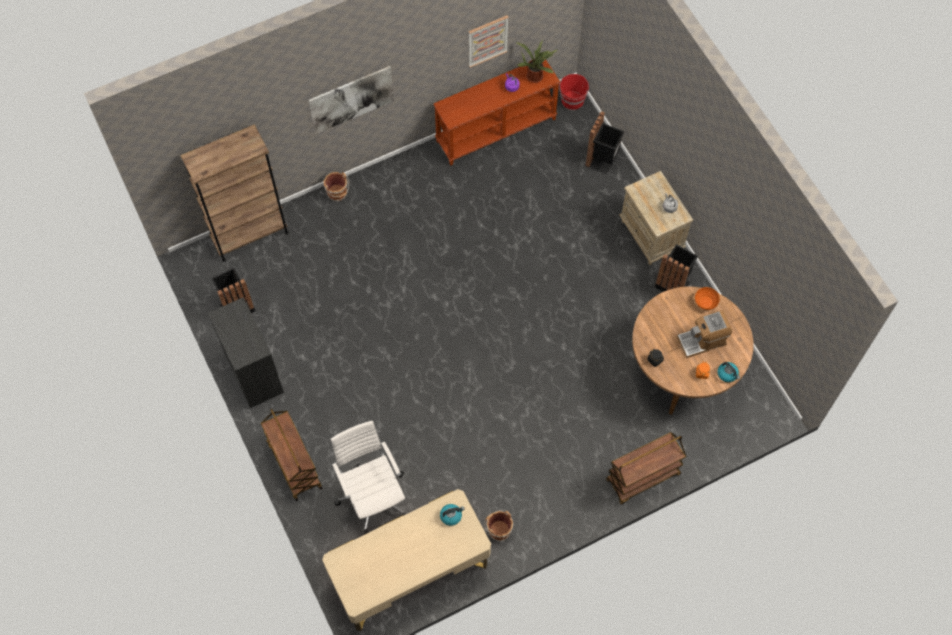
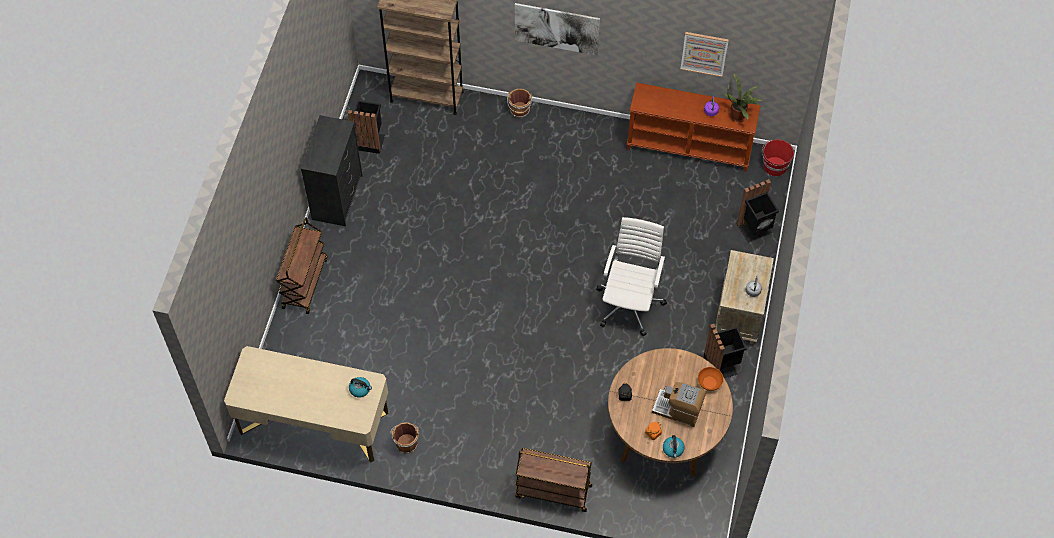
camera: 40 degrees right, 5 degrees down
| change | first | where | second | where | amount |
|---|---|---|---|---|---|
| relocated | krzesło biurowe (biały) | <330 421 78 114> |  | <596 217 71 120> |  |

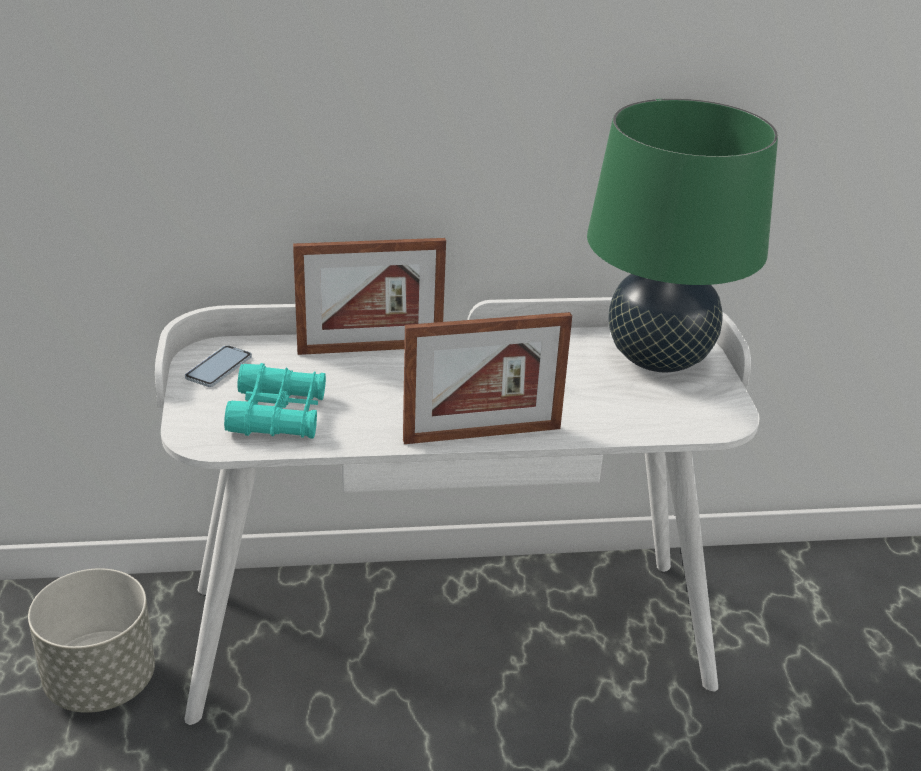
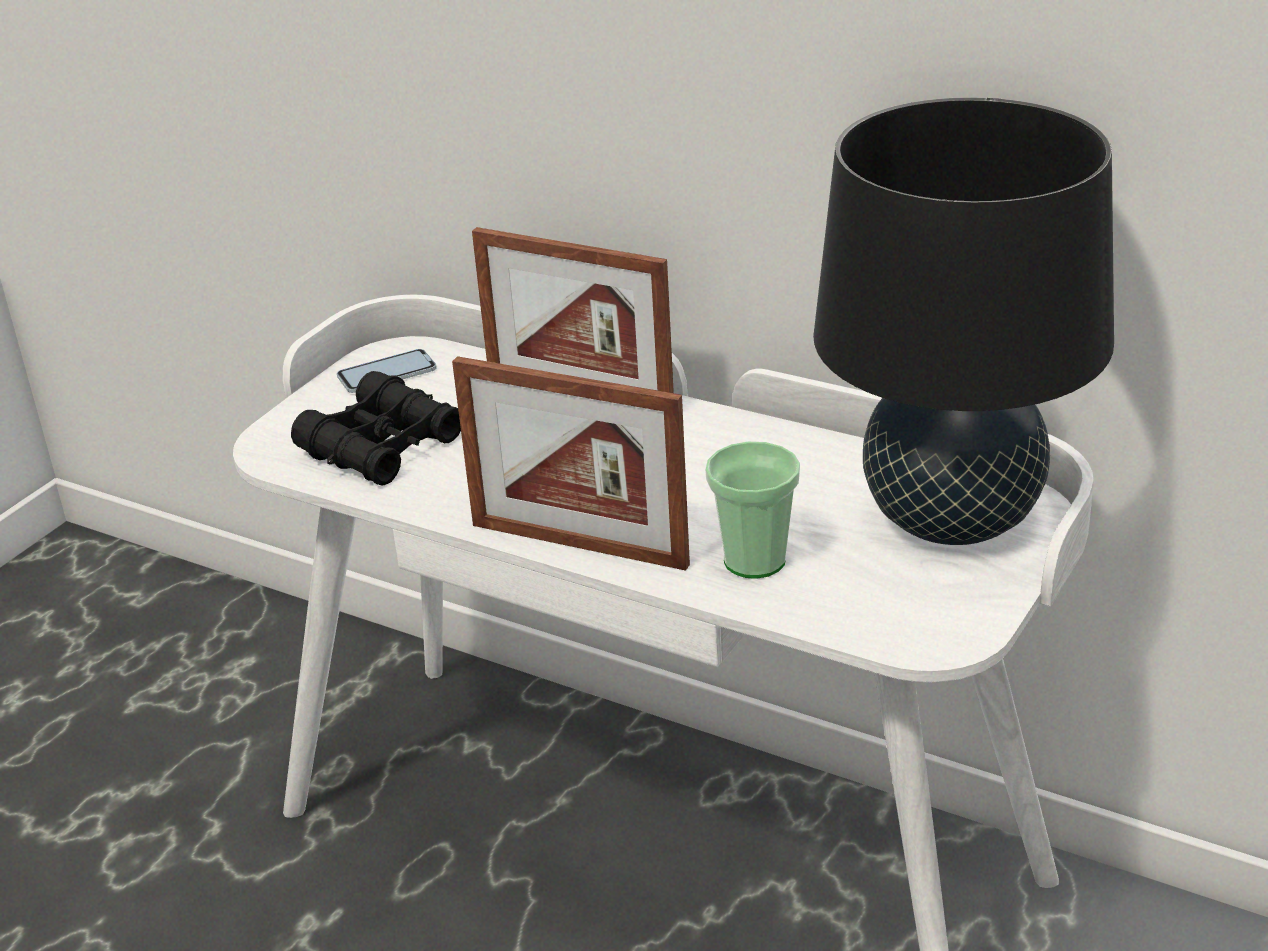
camera: 40 degrees right, 0 degrees up
| change | first | where | second | where | amount |
|---|---|---|---|---|---|
| colour | lornetka (turkusowy) | <224 363 102 76> | lornetka (czarny) | <291 371 170 115> |  |
| appeared |  |  | filiżanka | <705 441 95 137> |  |
| colour | lampa stołowa (zielony) | <587 98 191 274> | lampa stołowa (czarny) | <813 97 301 448> |  |
| missing | donica (szary) | <28 568 127 145> |  |  |  |

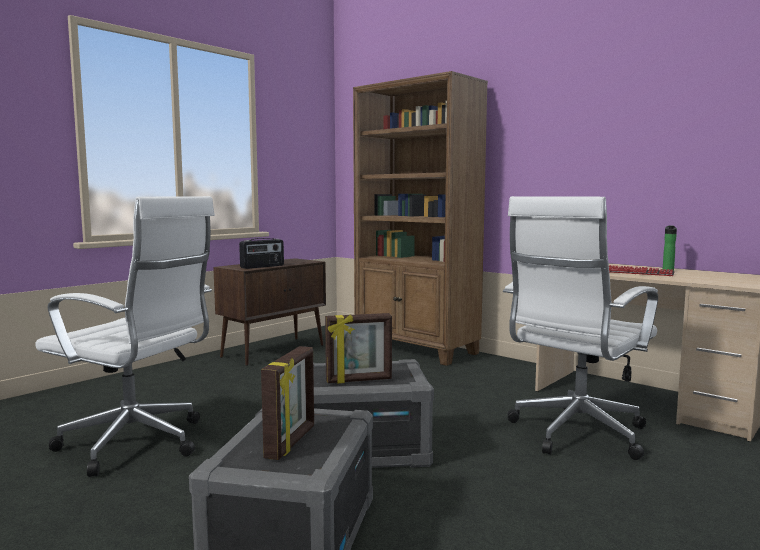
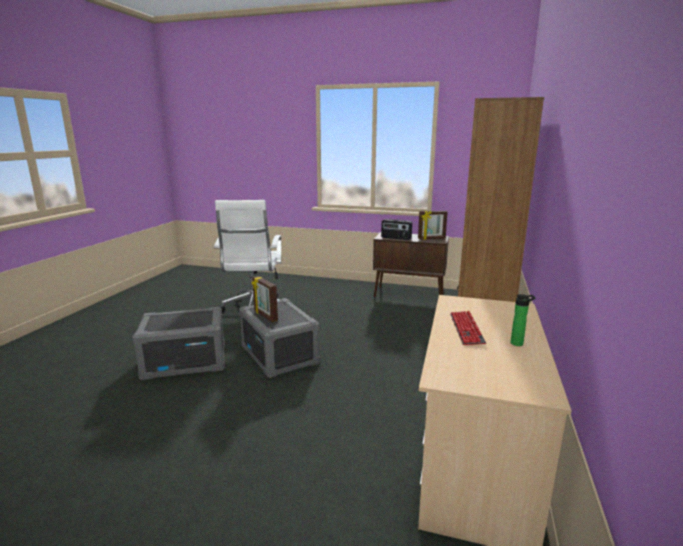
camera: 65 degrees right, 10 degrees up
| change | first | where | second | where | amount |
|---|---|---|---|---|---|
| relocated | ramka na zdjęcie | <261 346 53 114> |  | <418 211 30 29> |  |
| missing | krzesło biurowe (biały) | <503 196 155 264> |  |  |  |

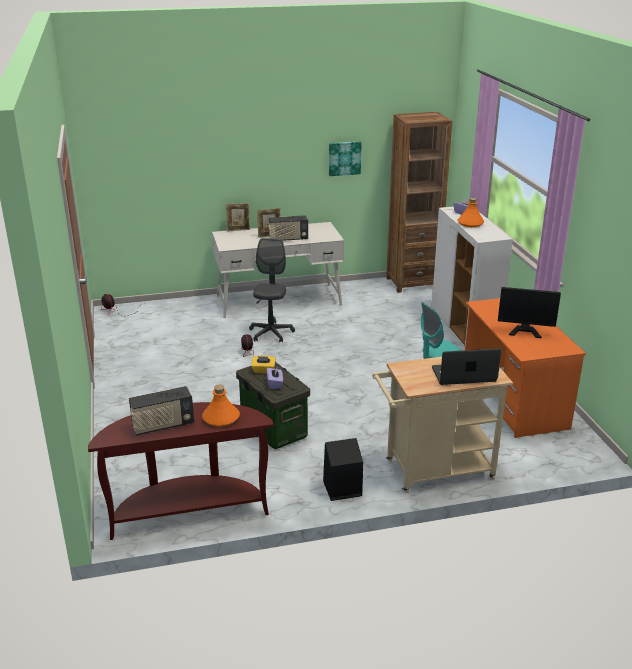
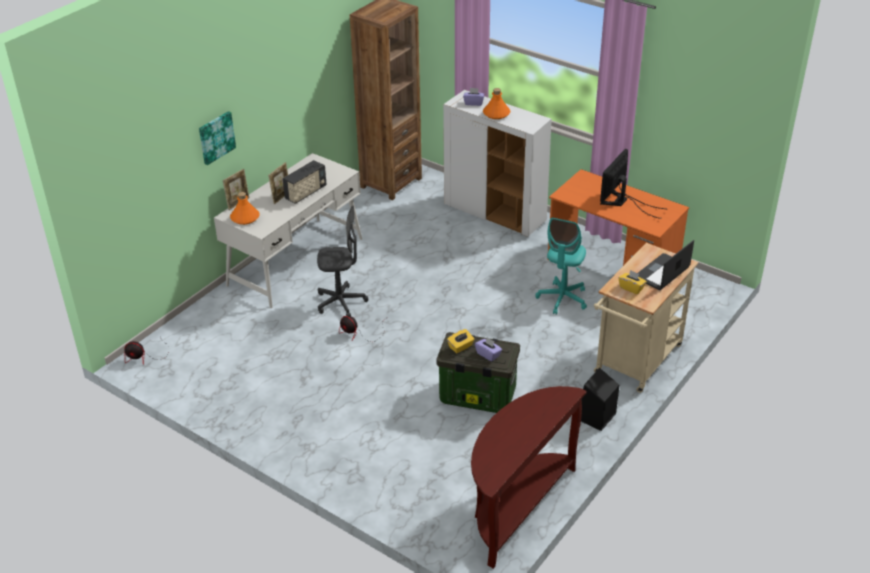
camera: 40 degrees left, 10 degrees up
| change | first | where | second | where | amount |
|---|---|---|---|---|---|
| relocated | obraz | <329 141 33 35> |  | <199 111 37 54> |  |
| relocated | butelka (pomarańczowy) | <202 385 38 42> |  | <230 192 30 33> |  |
| spun | krzesło biurowe (szary) | <249 238 46 105> |  | <317 206 51 110> | 120 degrees clockwise |
| spun | monitor | <498 287 63 51> |  | <600 149 66 70> | 150 degrees clockwise |
| appeared |  |  | pudełko chusteczek (żółty) | <619 270 28 24> |  |
| missing | radio | <129 386 65 49> |  |  |  |

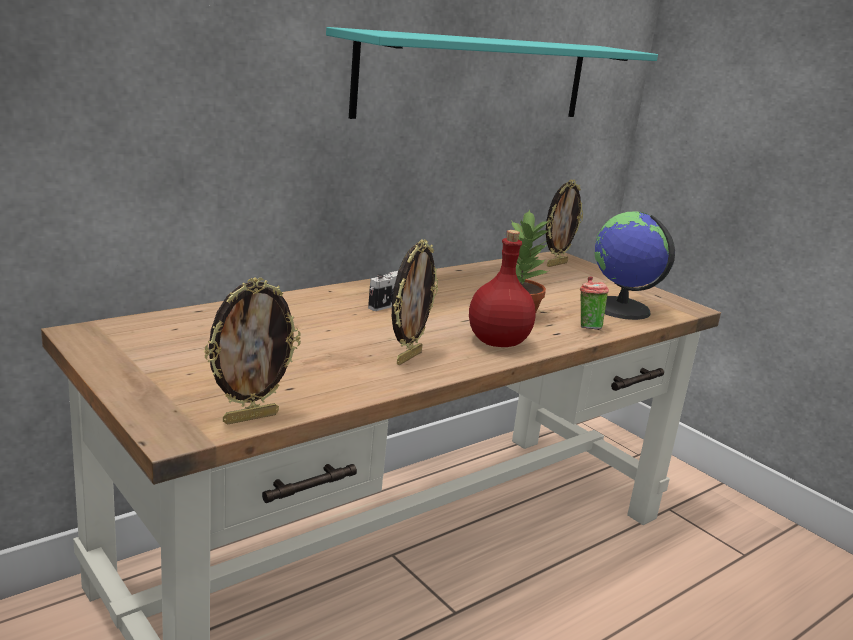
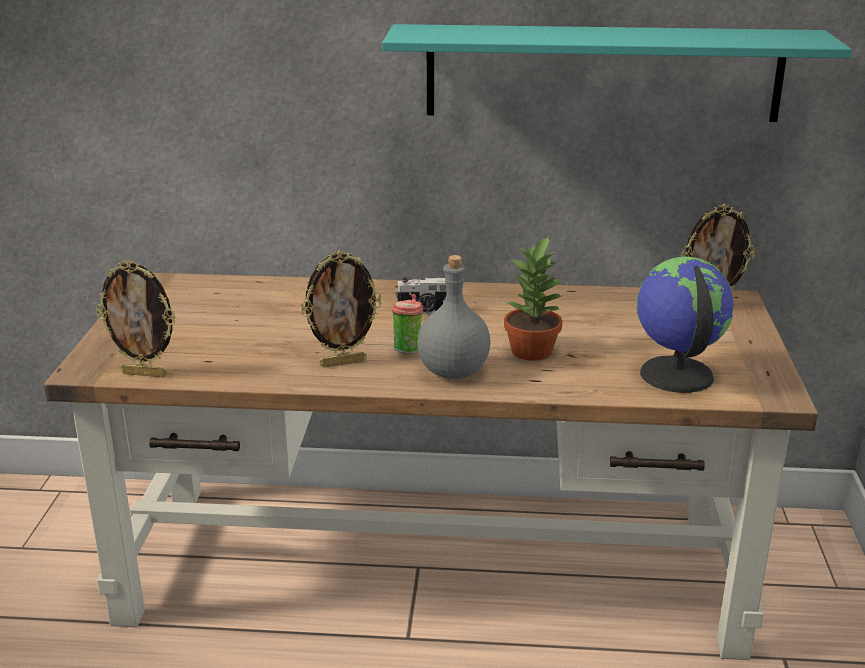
camera: 45 degrees right, 5 degrees up
| change | first | where | second | where | amount |
|---|---|---|---|---|---|
| relocated | filiżanka | <580 276 29 54> |  | <392 294 31 60> |  |
| colour | butelka (czerwony) | <469 230 67 117> | butelka (szary) | <417 255 74 124> |  |

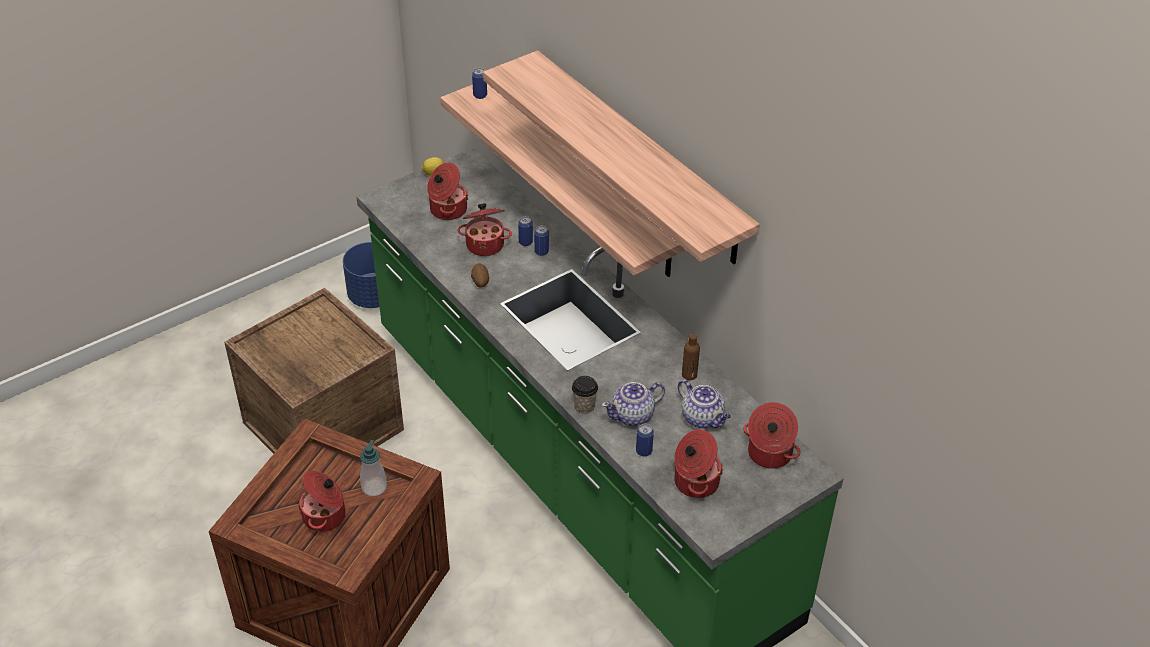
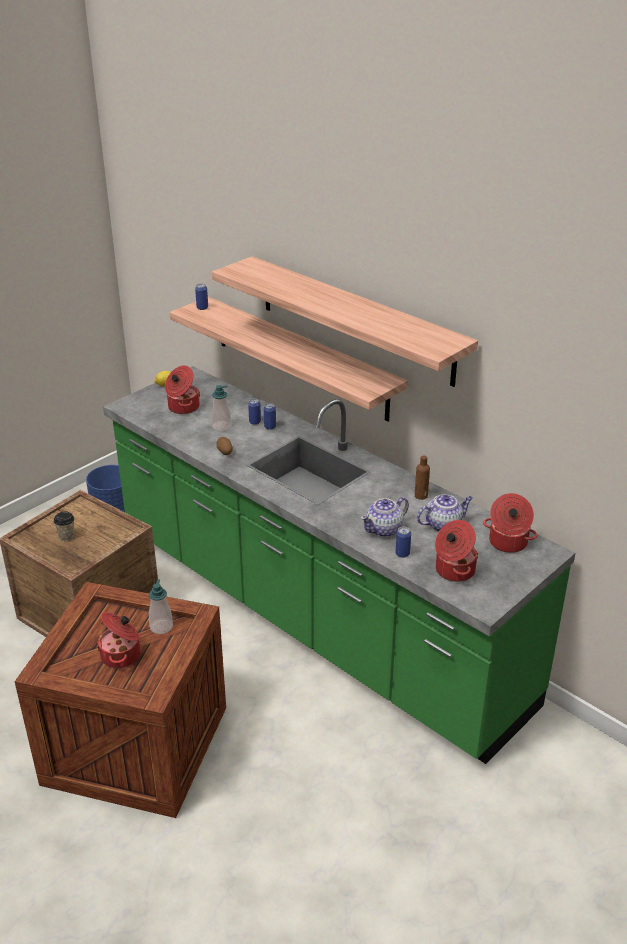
camera: 10 degrees left, 10 degrees down
| change | first | where | second | where | amount |
|---|---|---|---|---|---|
| relocated | filiżanka | <572 376 26 38> |  | <54 511 21 30> |  |
| exchanged | garnek | <457 203 55 53> | dozownik mydła | <211 385 20 46> |  |
| spun | imbryk | <678 379 53 50> |  | <417 494 56 38> | 60 degrees counterclockwise |

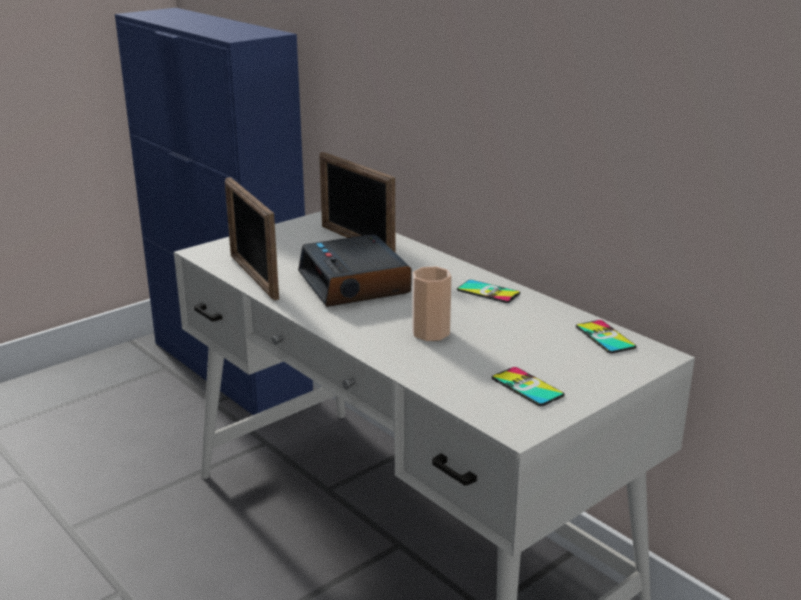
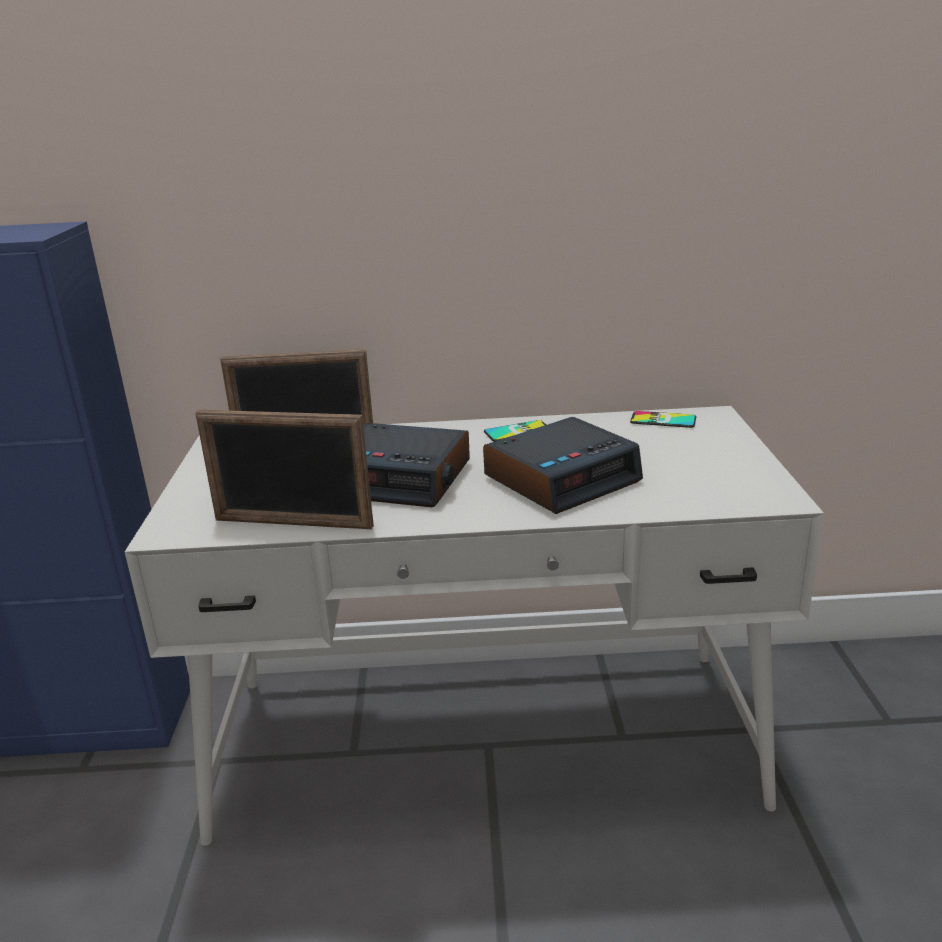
camera: 50 degrees left, 0 degrees up
| change | first | where | second | where | amount |
|---|---|---|---|---|---|
| exchanged | filiżanka | <412 266 40 75> | budzik | <483 417 160 97> |  |
| missing | telefon | <492 367 73 39> |  |  |  |

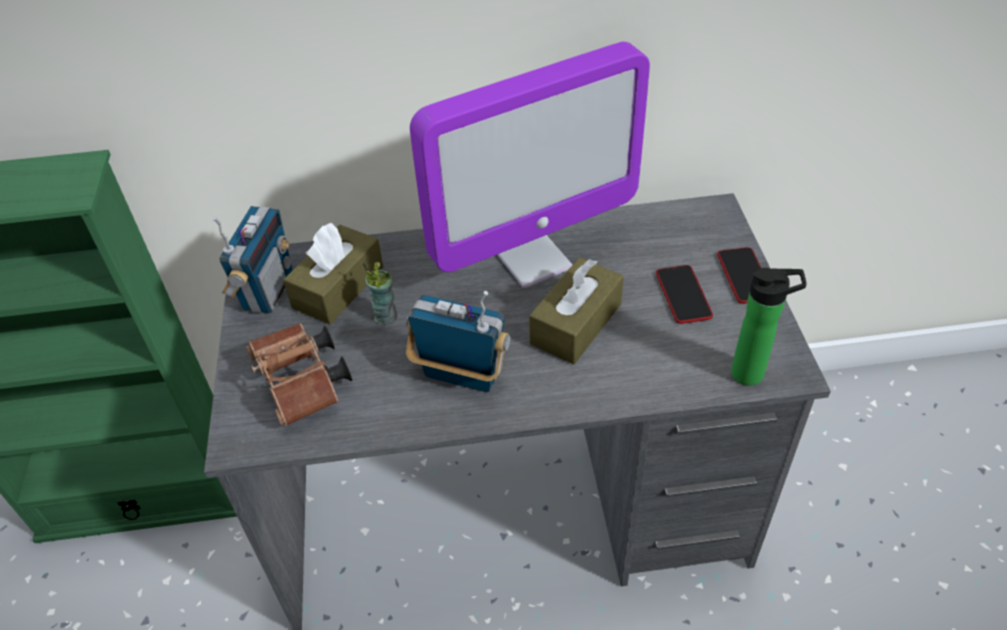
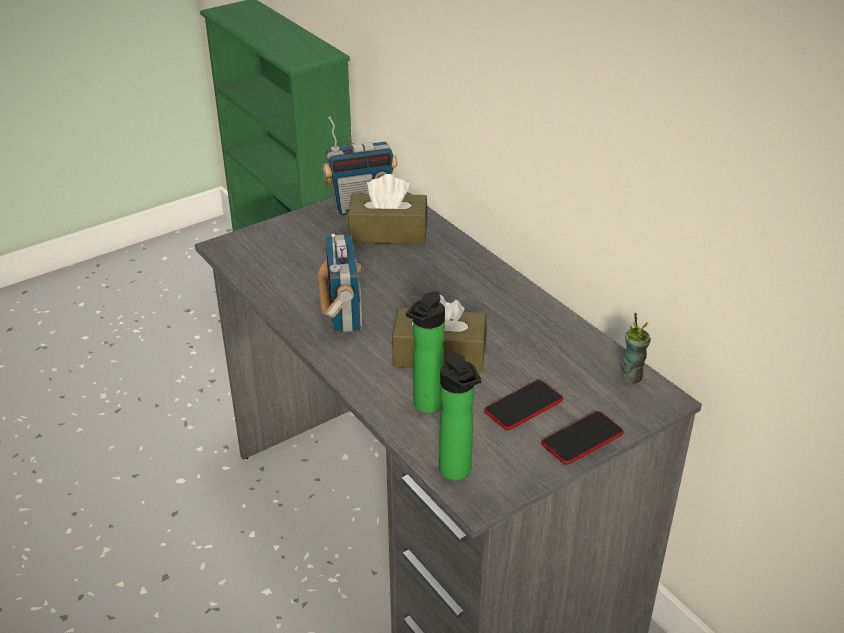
camera: 60 degrees right, 10 degrees down
| change | first | where | second | where | amount |
|---|---|---|---|---|---|
| appeared |  |  | butelka | <406 291 39 123> |  |
| relocated | filiżanka | <362 261 35 64> |  | <619 313 32 71> |  |
| missing | lornetka (brązowy) | <246 323 106 103> |  |  |  |
| missing | monitor | <410 42 240 246> |  |  |  |

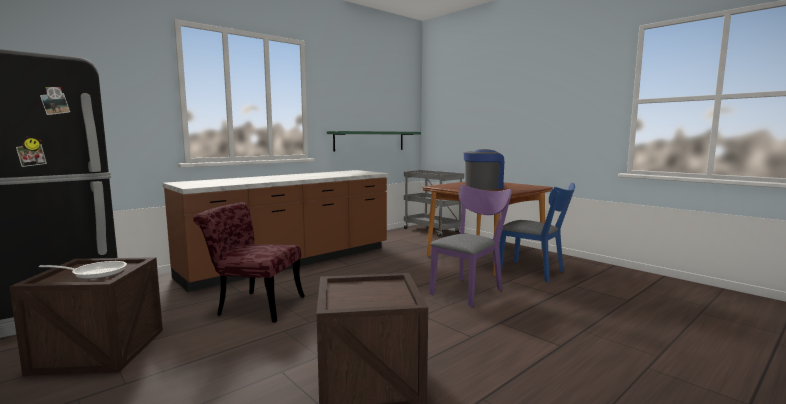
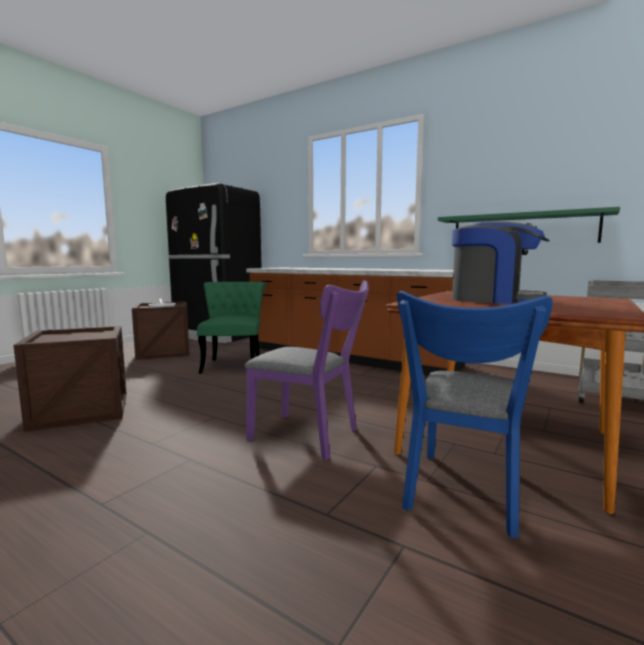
camera: 75 degrees right, 0 degrees up
| change | first | where | second | where | amount |
|---|---|---|---|---|---|
| colour | krzesło (czerwony) | <193 202 112 121> | krzesło (zielony) | <197 282 69 92> |  |

